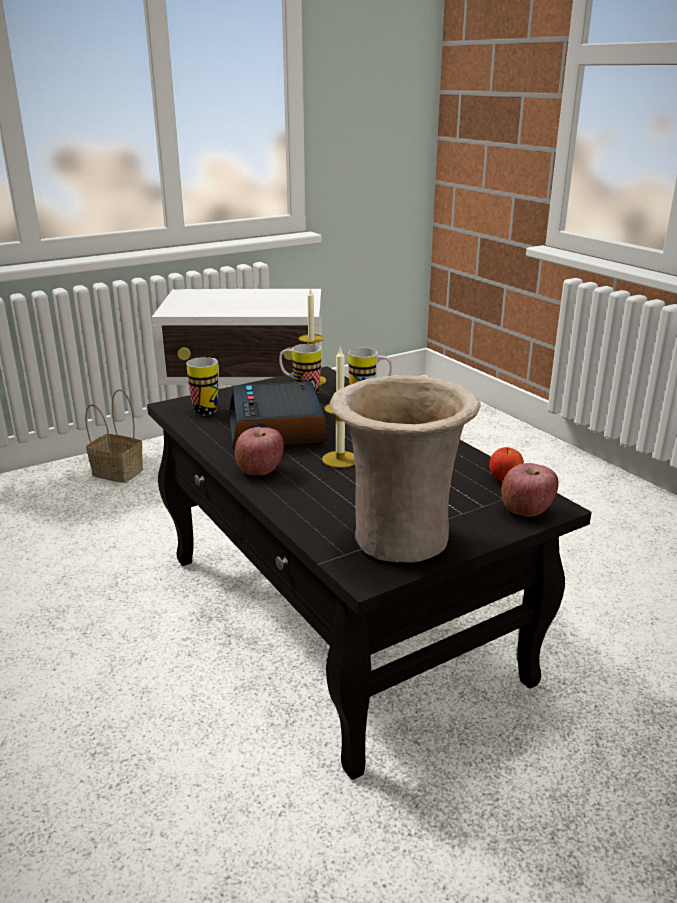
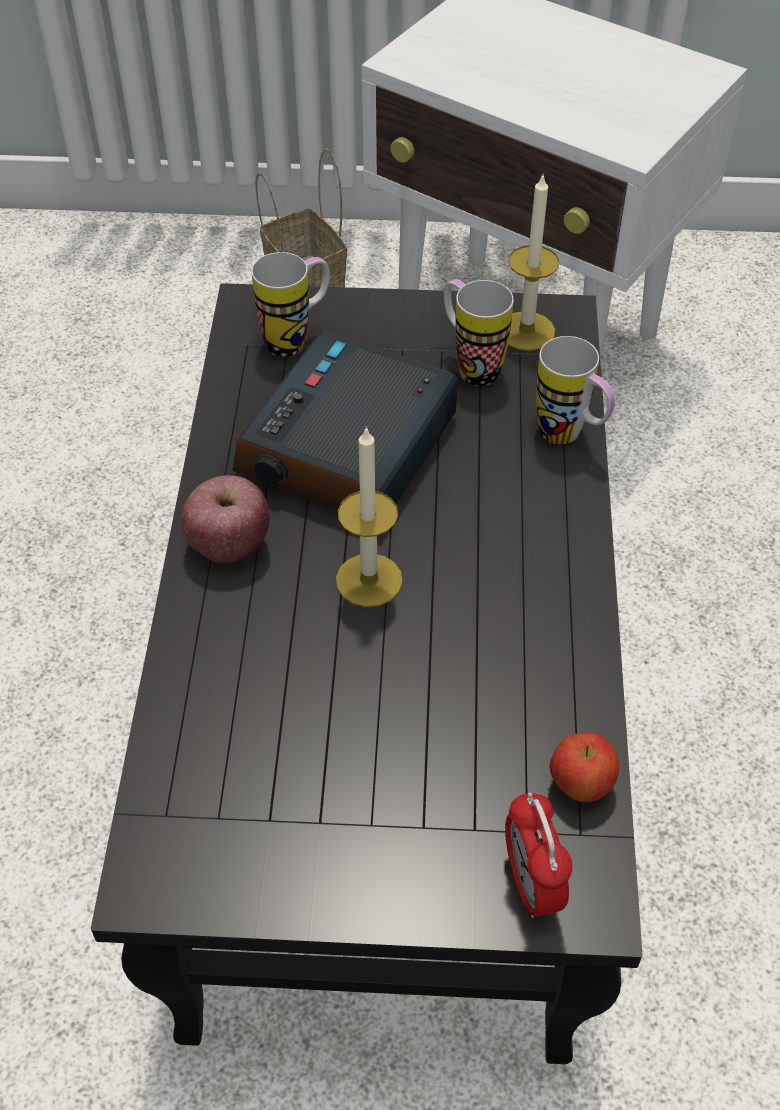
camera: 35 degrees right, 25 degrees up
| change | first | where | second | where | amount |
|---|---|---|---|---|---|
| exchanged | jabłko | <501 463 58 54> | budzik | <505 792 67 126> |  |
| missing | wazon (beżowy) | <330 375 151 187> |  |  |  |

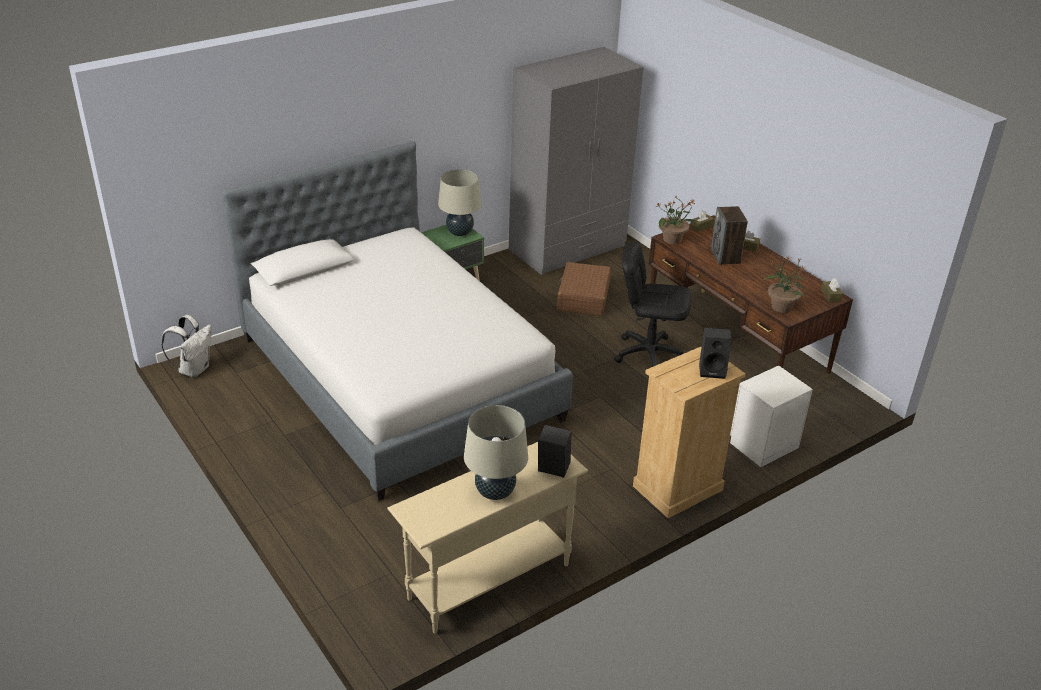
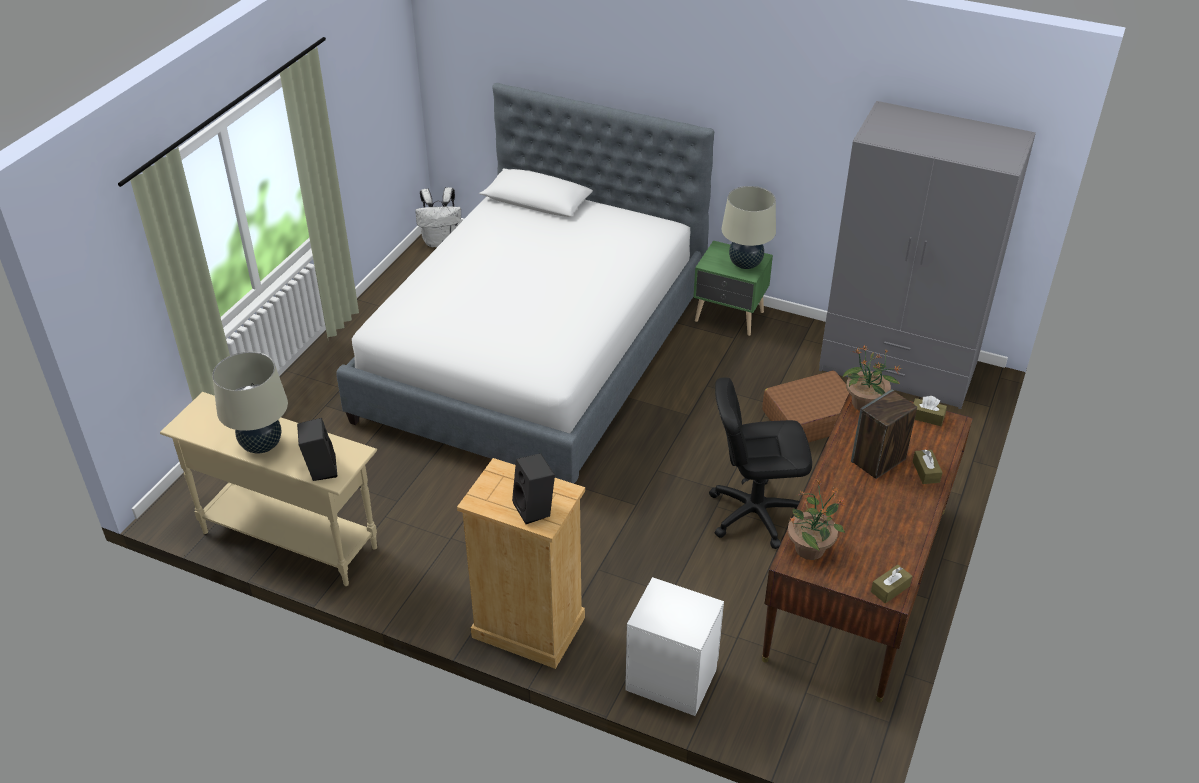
camera: 60 degrees right, 5 degrees up
| change | first | where | second | where | amount |
|---|---|---|---|---|---|
| spun | krzesło biurowe (czarny) | <614 241 77 126> |  | <709 377 103 172> | 75 degrees counterclockwise |

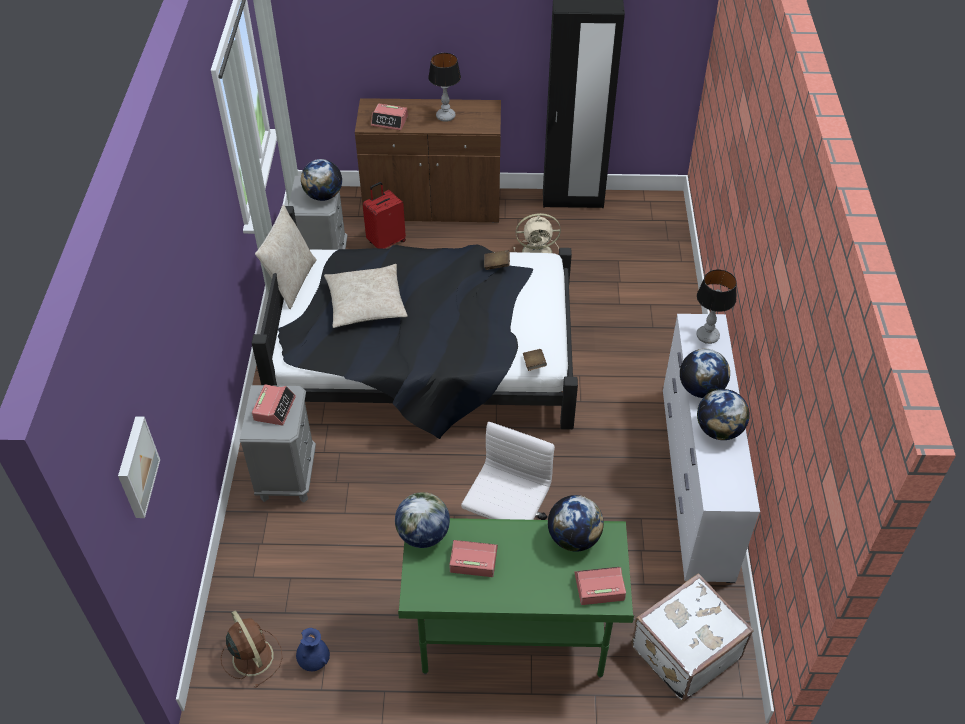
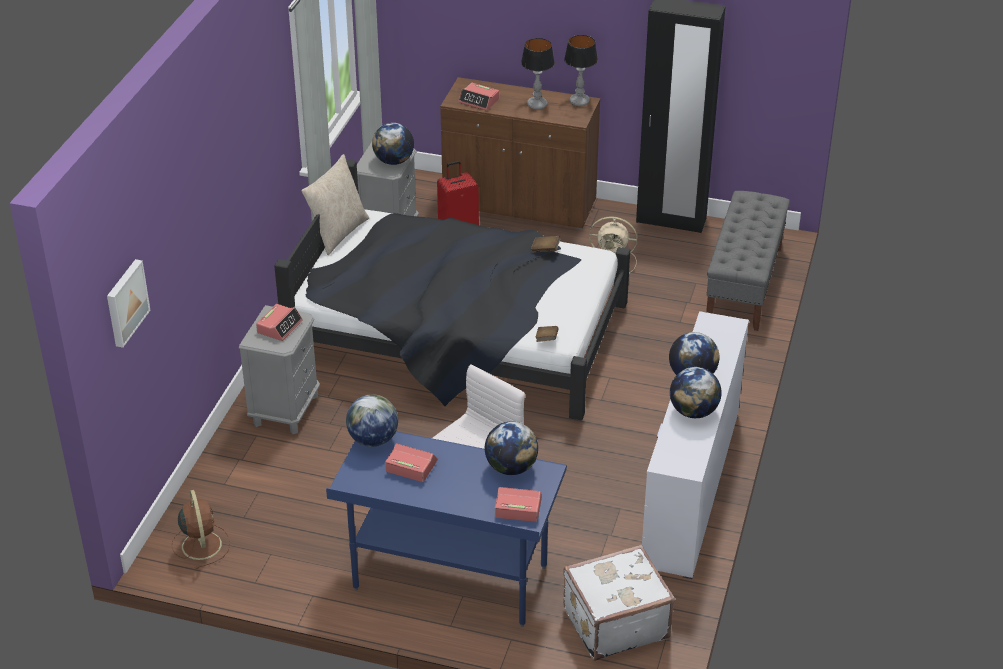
camera: 15 degrees right, 10 degrees down
| change | first | where | second | where | amount |
|---|---|---|---|---|---|
| colour | biurko (zielony) | <398 518 236 160> | biurko (niebieski) | <326 431 241 196> |  |
| relocated | lampa stołowa | <696 270 41 74> |  | <564 35 34 71> |  |
| appeared |  |  | ławka (szary) | <706 191 84 140> |  |
| missing | wazon (niebieski) | <296 628 34 43> |  |  |  |
| missing | poduszka (beżowy) | <324 264 83 64> |  |  |  |

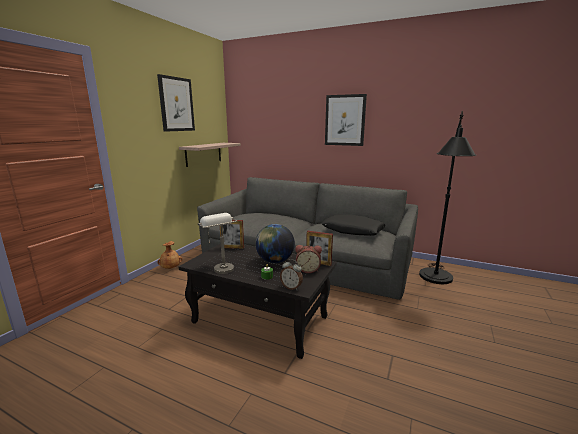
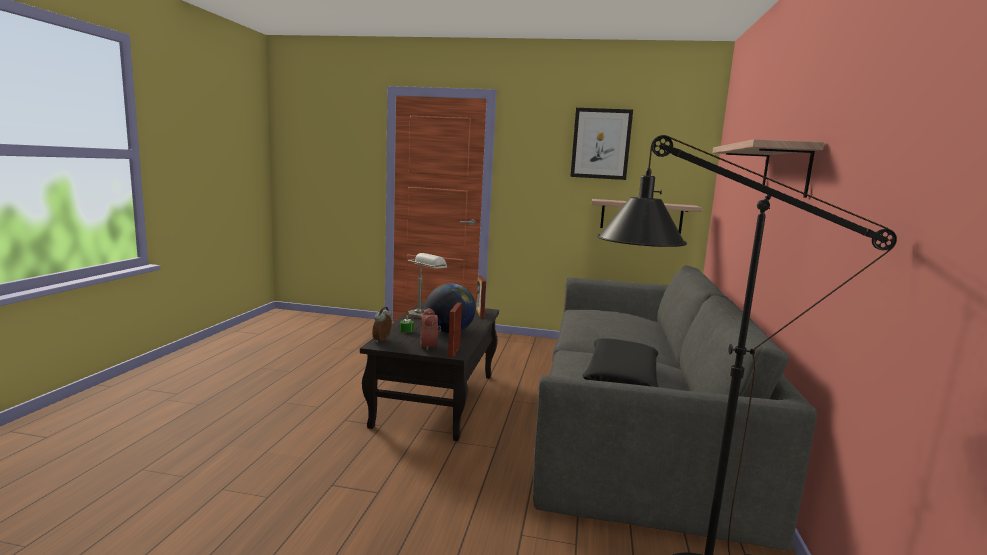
camera: 75 degrees right, 5 degrees down
| change | first | where | second | where | amount |
|---|---|---|---|---|---|
| exchanged | obraz | <325 94 42 52> | półka | <712 139 112 59> |  |
| missing | wazon (brązowy) | <158 241 24 28> |  |  |  |

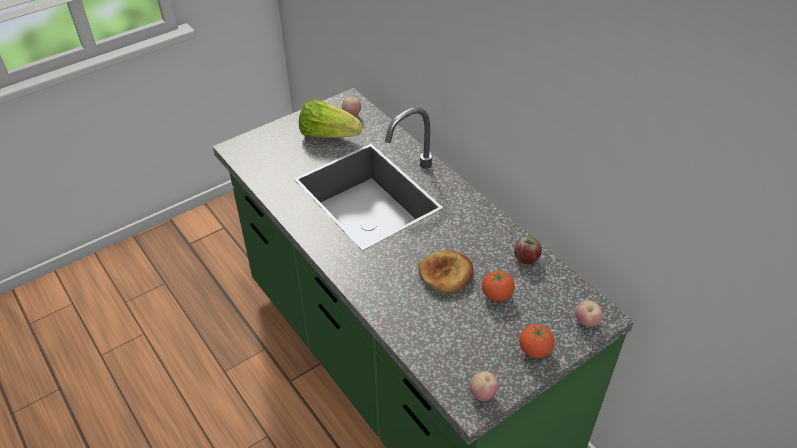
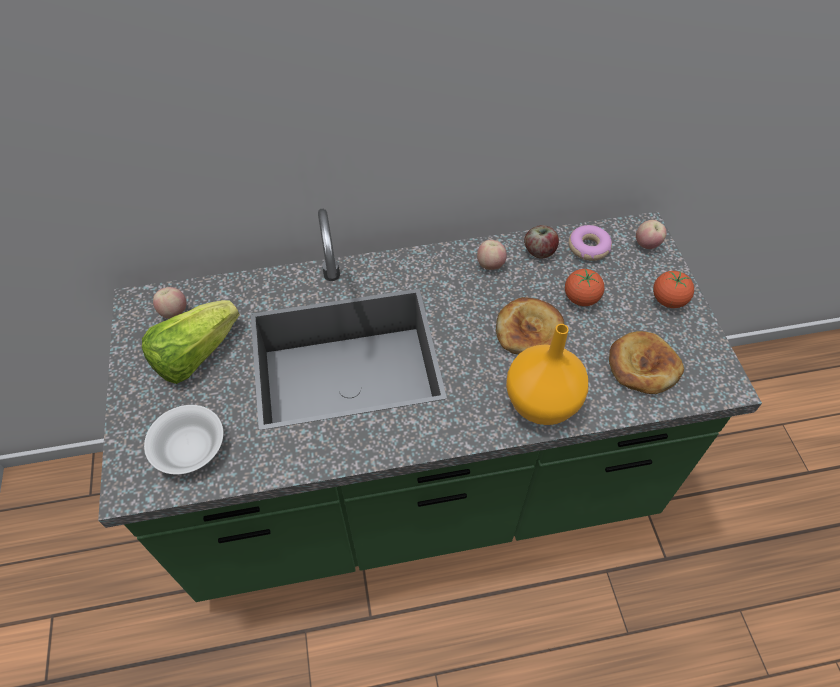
camera: 65 degrees left, 10 degrees up
| change | first | where | second | where | amount |
|---|---|---|---|---|---|
| appeared |  |  | miska (biały) | <144 405 79 69> |  |
| relocated | jabłko | <470 371 28 30> |  | <477 240 30 30> |  |
| appeared |  |  | wazon (pomarańczowy) | <506 324 82 101> |  |
| appeared |  |  | donut | <569 225 43 36> |  |
| appeared |  |  | chleb | <609 331 75 63> |  |

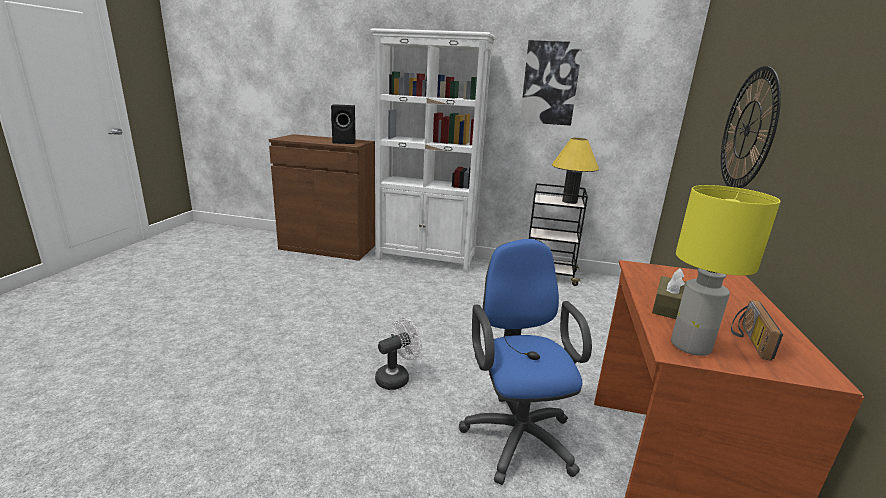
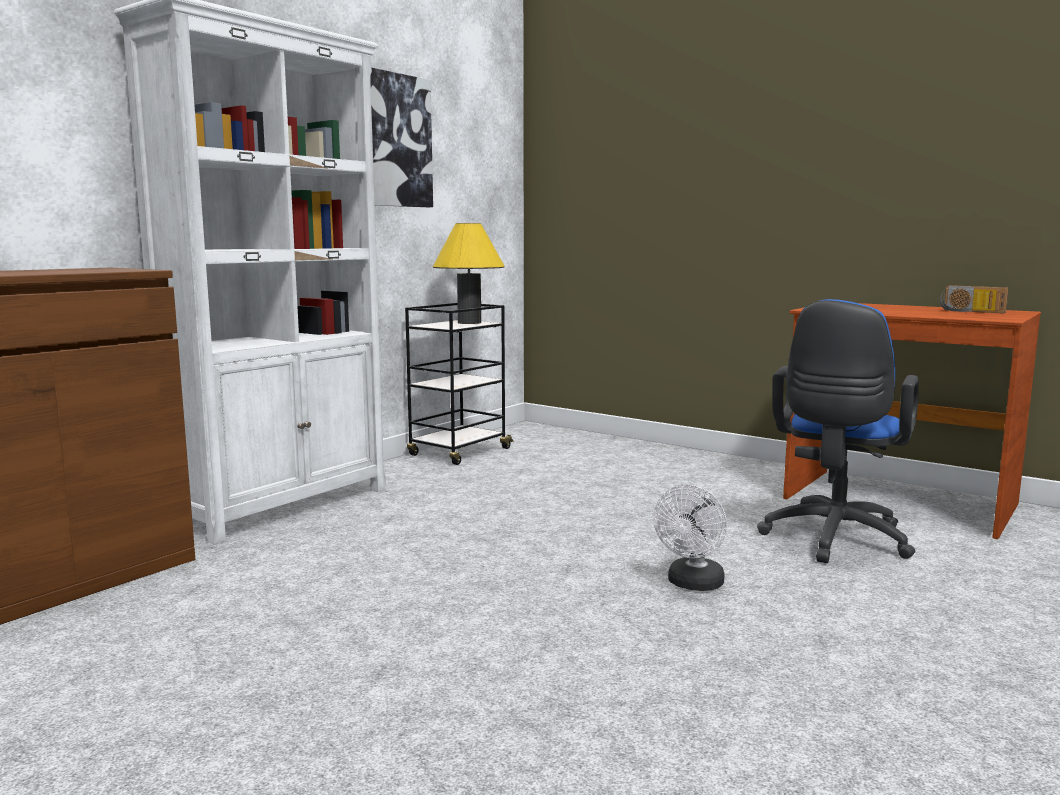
camera: 65 degrees left, 10 degrees down
| change | first | where | second | where | amount |
|---|---|---|---|---|---|
| spun | wentylator (biały) | <375 317 47 73> |  | <653 484 74 107> | 135 degrees counterclockwise |
| spun | krzesło biurowe (niebieski) | <459 239 133 246> |  | <757 299 162 264> | 75 degrees counterclockwise |
| missing | głośnik (czarny) | <331 104 25 40> |  |  |  |
| missing | pudełko chusteczek (brązowy) | <652 268 35 51> |  |  |  |
| missing | lampa stołowa (żółty) | <671 185 109 171> |  |  |  |
| missing | zegar ścienny | <721 66 60 122> |  |  |  |

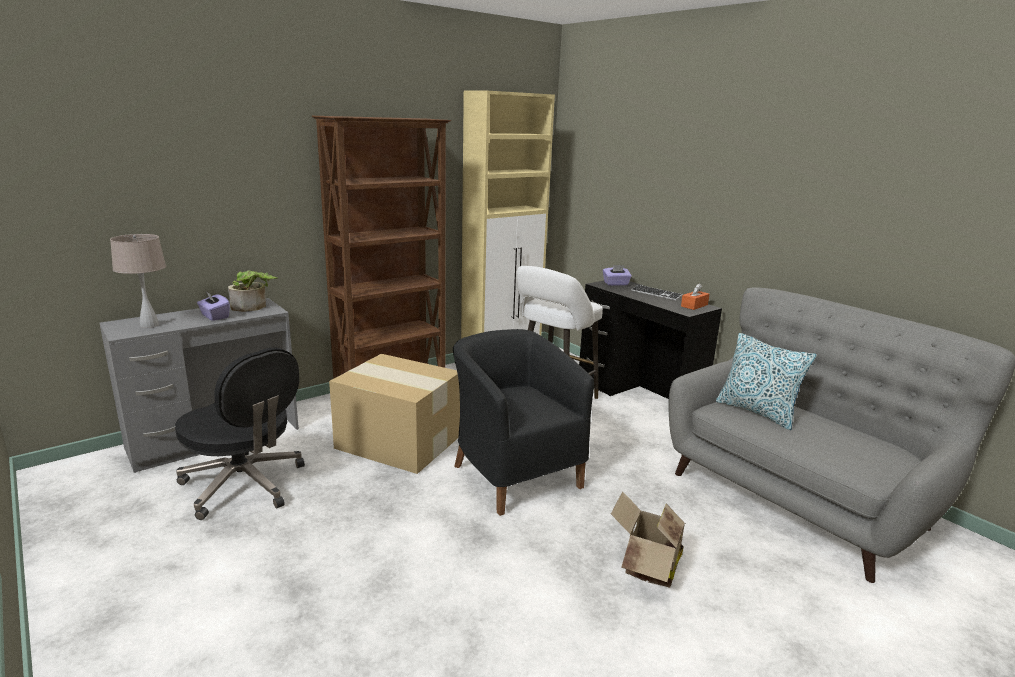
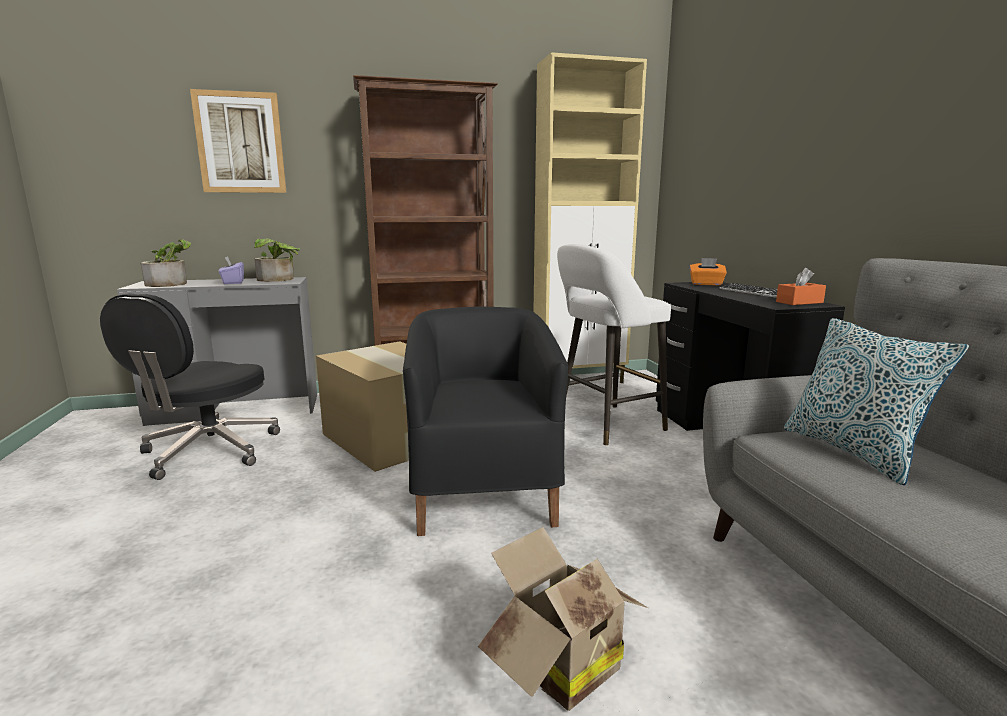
camera: 25 degrees right, 5 degrees down
| change | first | where | second | where | amount |
|---|---|---|---|---|---|
| spun | krzesło biurowe (czarny) | <175 347 130 173> |  | <100 293 180 187> | 45 degrees clockwise |
| exchanged | lampa stołowa (beżowy) | <110 234 56 94> | roślina doniczkowa | <141 239 50 48> |  |
| appeared |  |  | obraz | <190 89 97 104> |  |
| colour | pudełko chusteczek (fioletowy) | <603 265 29 21> | pudełko chusteczek (pomarańczowy) | <690 258 37 28> |  |

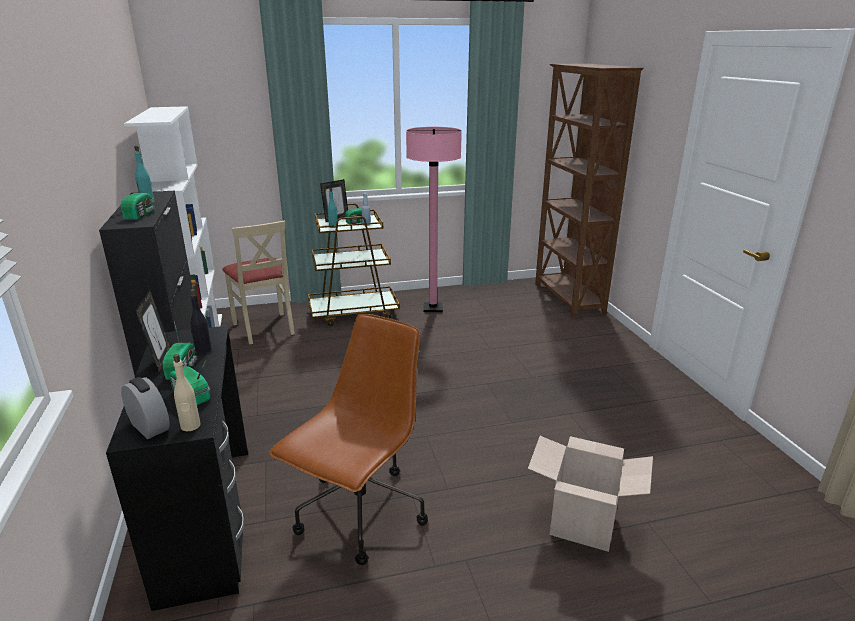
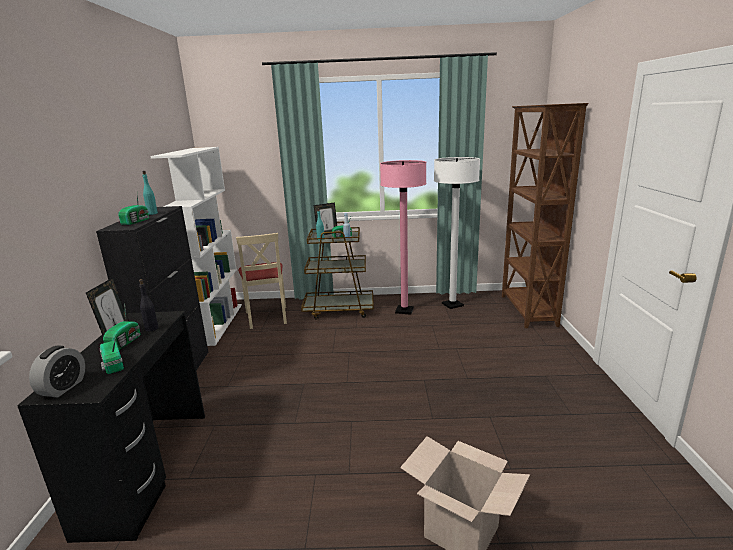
camera: 15 degrees right, 5 degrees down
| change | first | where | second | where | amount |
|---|---|---|---|---|---|
| spun | budzik | <121 377 49 62> |  | <29 346 56 51> | 45 degrees clockwise |
| appeared |  |  | lampa stojąca (biały) | <434 157 46 152> |  |
| missing | butelka (beżowy) | <173 354 28 77> |  |  |  |
| missing | krzesło biurowe (brązowy) | <269 314 159 251> |  |  |  |

